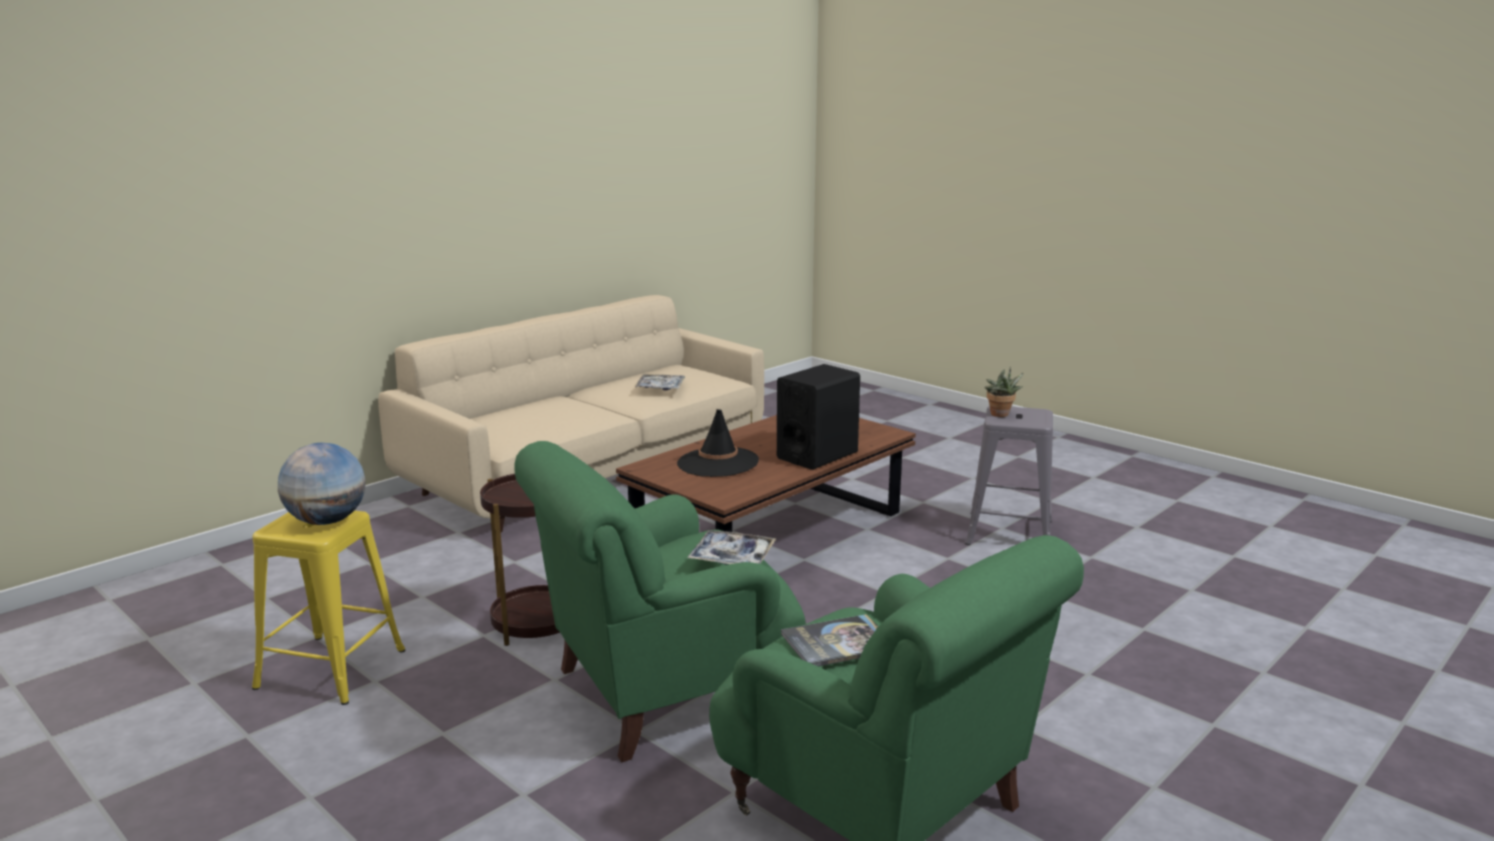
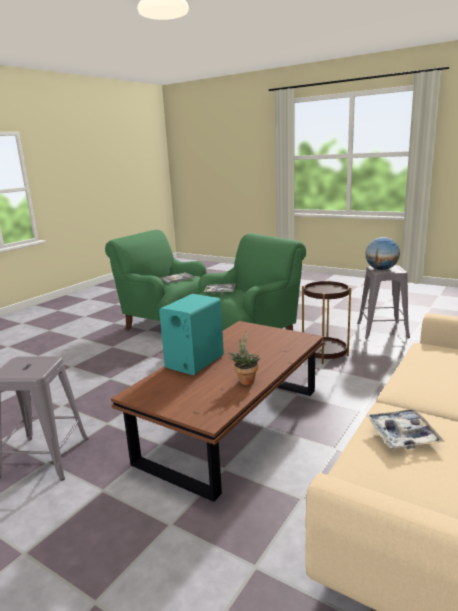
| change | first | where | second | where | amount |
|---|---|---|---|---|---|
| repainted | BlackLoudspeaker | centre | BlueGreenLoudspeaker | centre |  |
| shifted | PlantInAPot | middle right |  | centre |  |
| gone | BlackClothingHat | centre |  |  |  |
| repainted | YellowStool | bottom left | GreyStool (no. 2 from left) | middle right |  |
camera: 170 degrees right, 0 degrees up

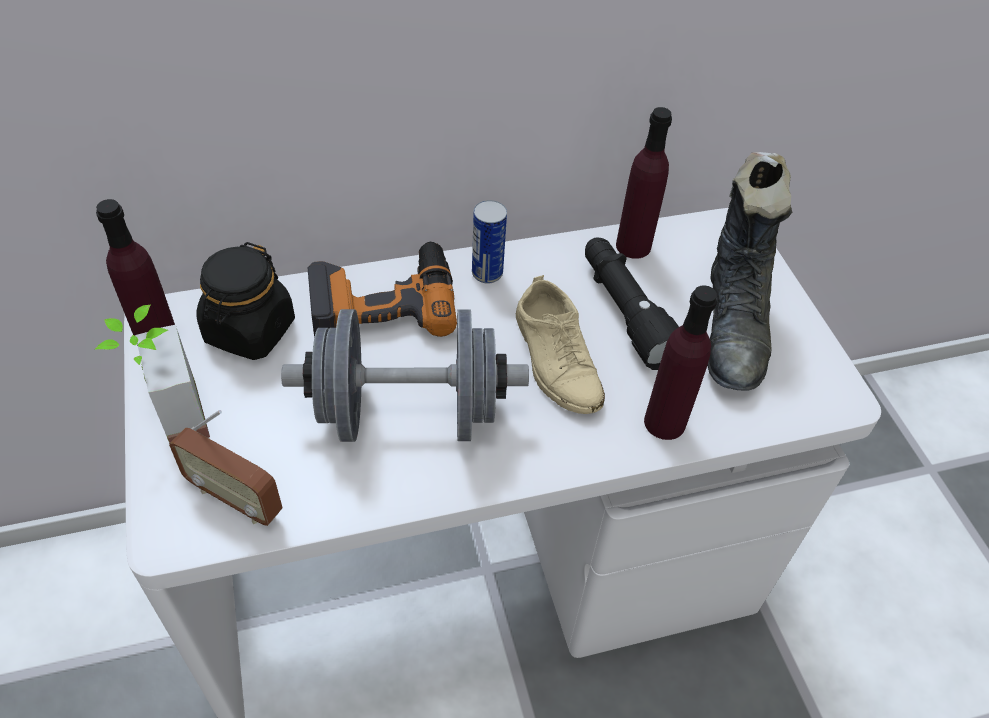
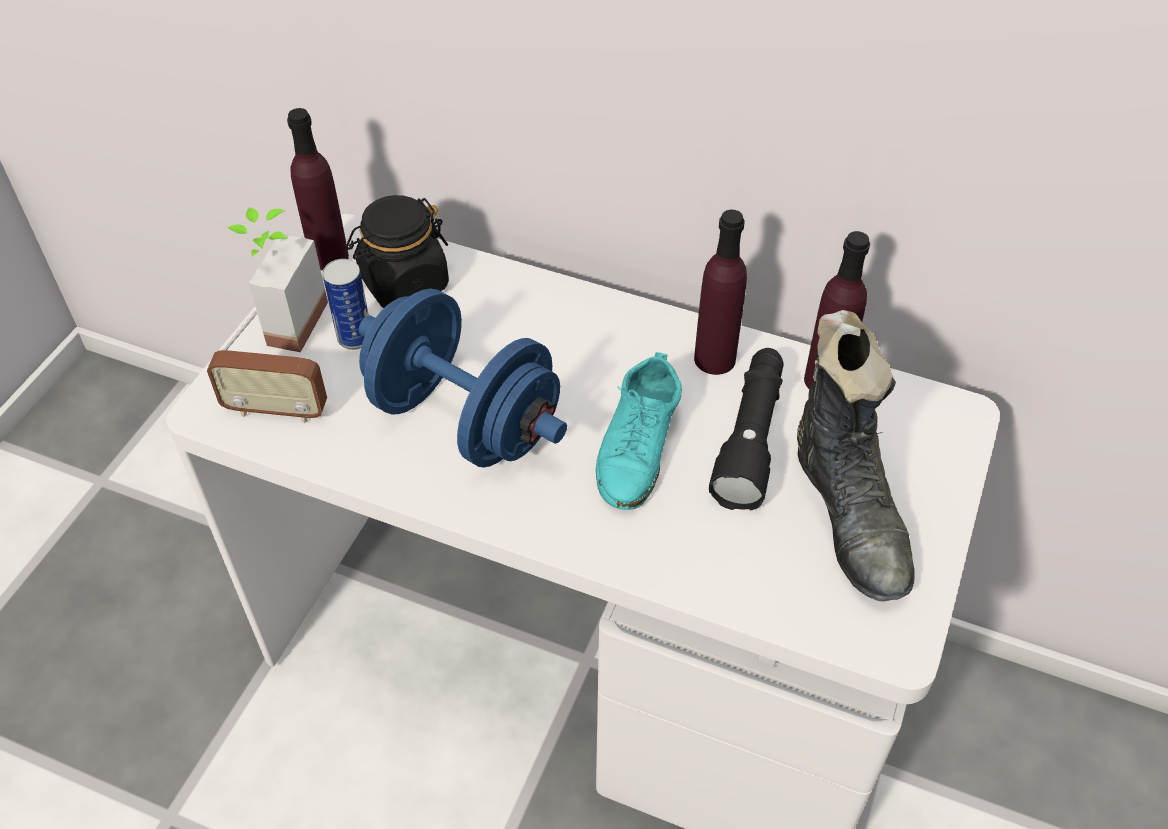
| change | first | where | second | where | amount |
|---|---|---|---|---|---|
| rotated | BlackTallBoot | middle right |  | middle right | 60 degrees counterclockwise |
| shifted | MetalCan | centre |  | middle left |  |
| gone | ElectricDrill | centre |  |  |  |
| repainted | BeigeItemOfFootwear | centre | BlueGreenItemOfFootwear | centre |  |
| shifted | PurpleDrinkBottle (no. 3 from left in the first image) | middle right | PurpleDrinkBottle (no. 2 from left) | centre |  |
| repainted | GreyHandWeight | centre | BluishHandWeight | centre |  |
| rotated | RadioReceiver | middle left |  | middle left | 60 degrees counterclockwise |
camera: 40 degrees right, 0 degrees up

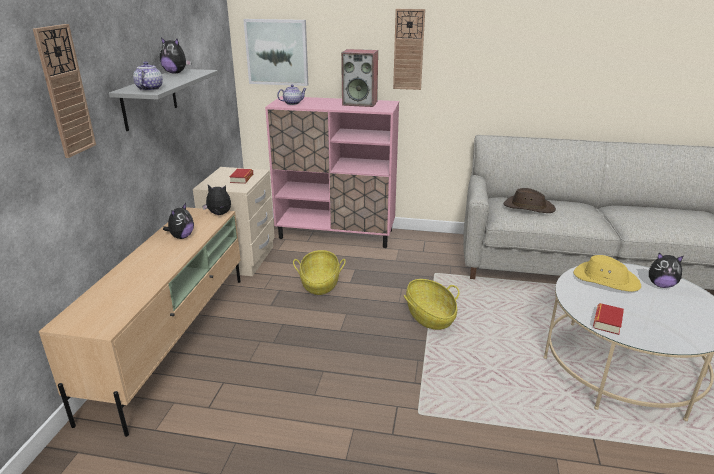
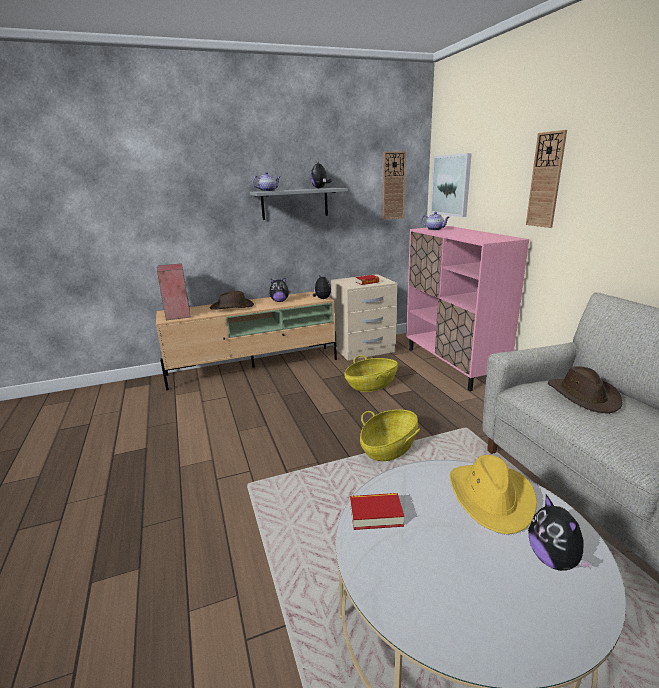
| change | first | where | second | where | amount |
|---|---|---|---|---|---|
| shifted | HangingClock (no. 1 from left) | top left |  | top centre |  |
| shifted | Loudspeaker | top centre |  | middle left |  |
| new |  |  | BrownishClothingHat (no. 1 from left) | centre |  |
camera: 60 degrees right, 5 degrees down

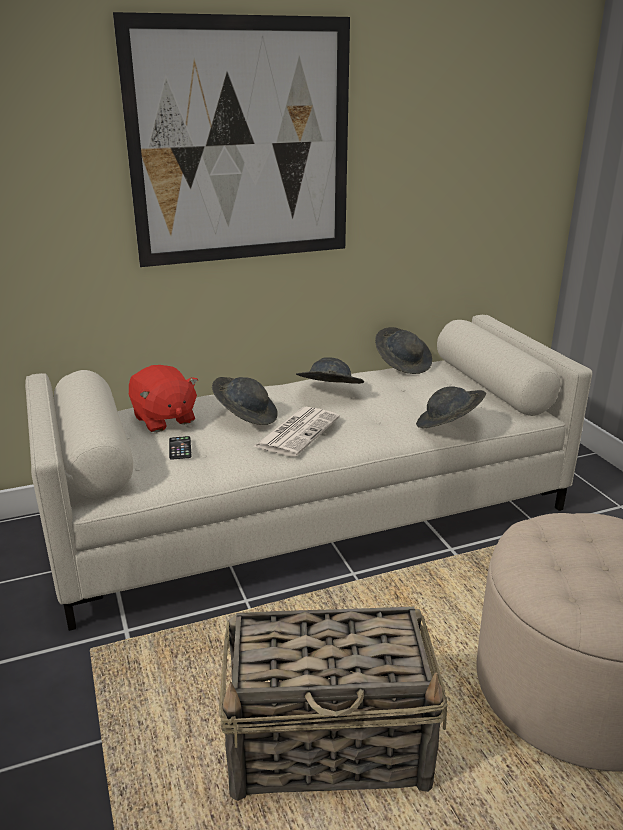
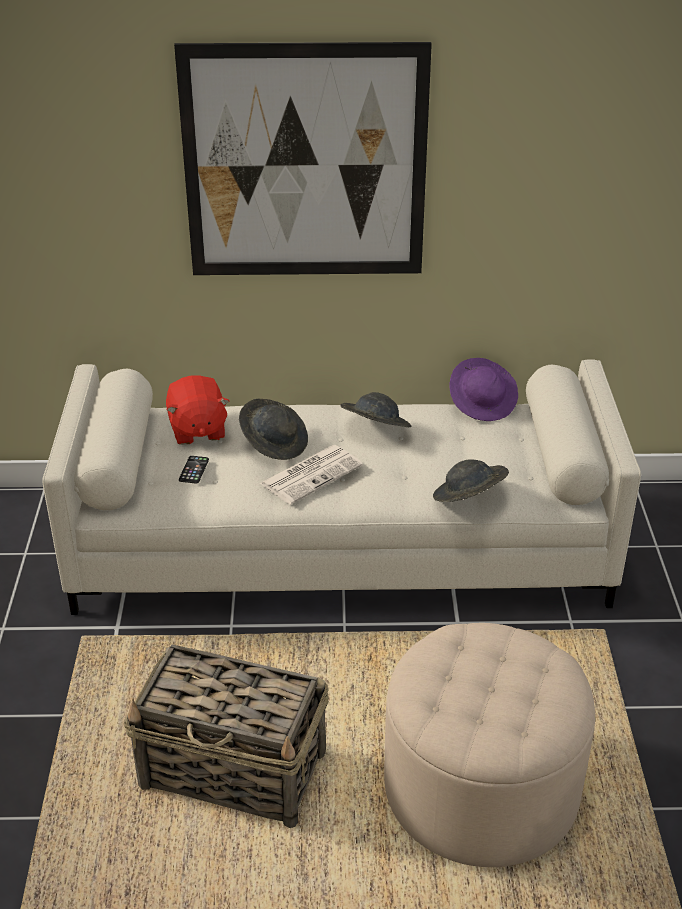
| change | first | where | second | where | amount |
|---|---|---|---|---|---|
| repainted | GreyClothingHat (no. 3 from left) | centre | PurpleClothingHat | middle right |  |
camera: 20 degrees right, 10 degrees up

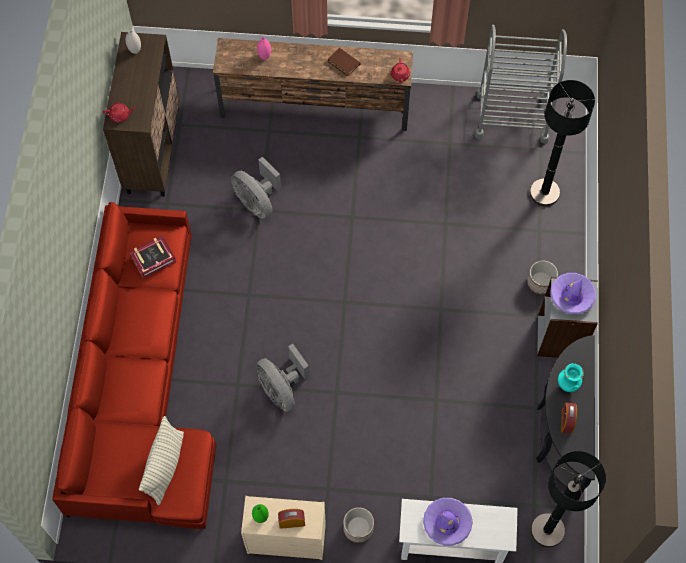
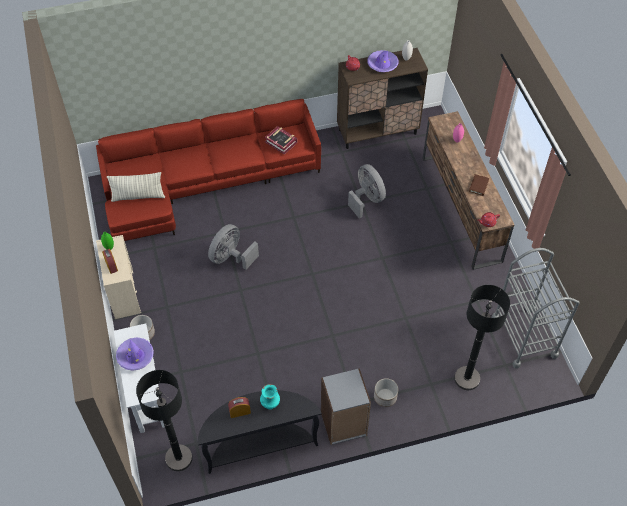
| change | first | where | second | where | amount |
|---|---|---|---|---|---|
| rotated | GreyElectricFan (no. 1 from left in the first image) | centre | GreyElectricFan (no. 2 from left) | centre | 120 degrees clockwise |
| shifted | PurpleClothingHat (no. 2 from left) | middle right |  | top centre |  |
camera: 70 degrees right, 10 degrees down

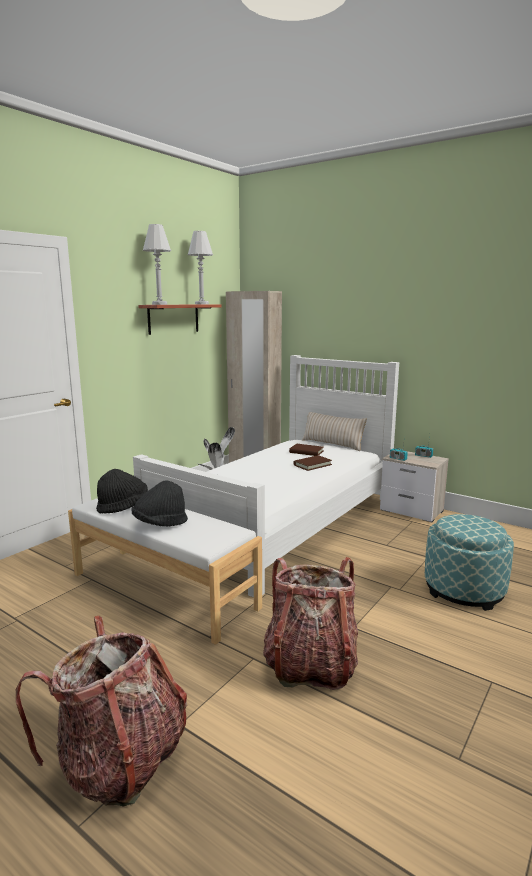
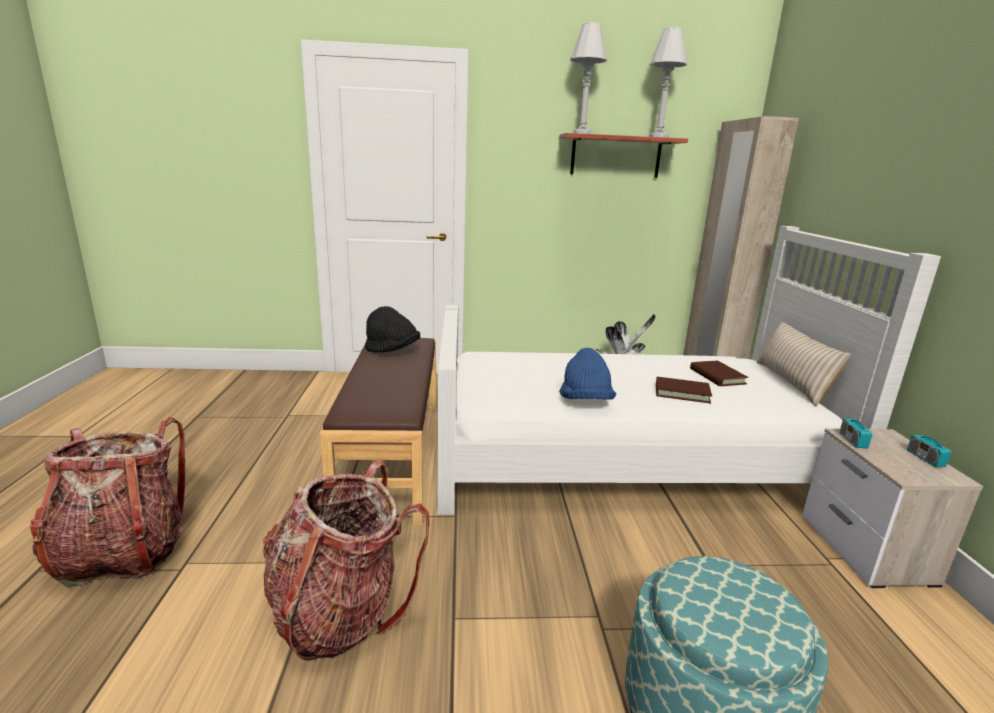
| change | first | where | second | where | amount |
|---|---|---|---|---|---|
| gone | BlackClothingHat (no. 2 from left) | middle left |  |  |  |
| repainted | WhitishLongSeat | middle left | BrownishLongSeat | centre |  |
| new |  |  | BluishClothingHat | centre |  |
camera: 50 degrees right, 5 degrees up

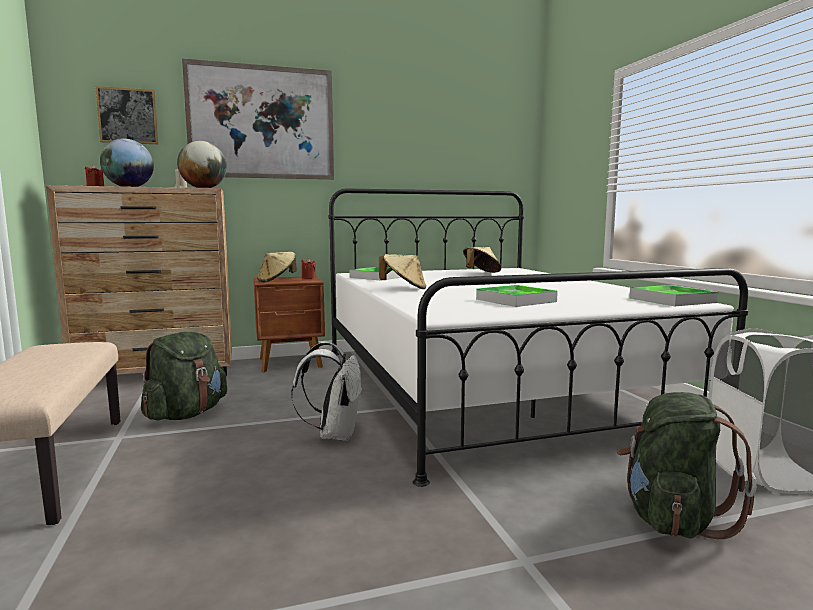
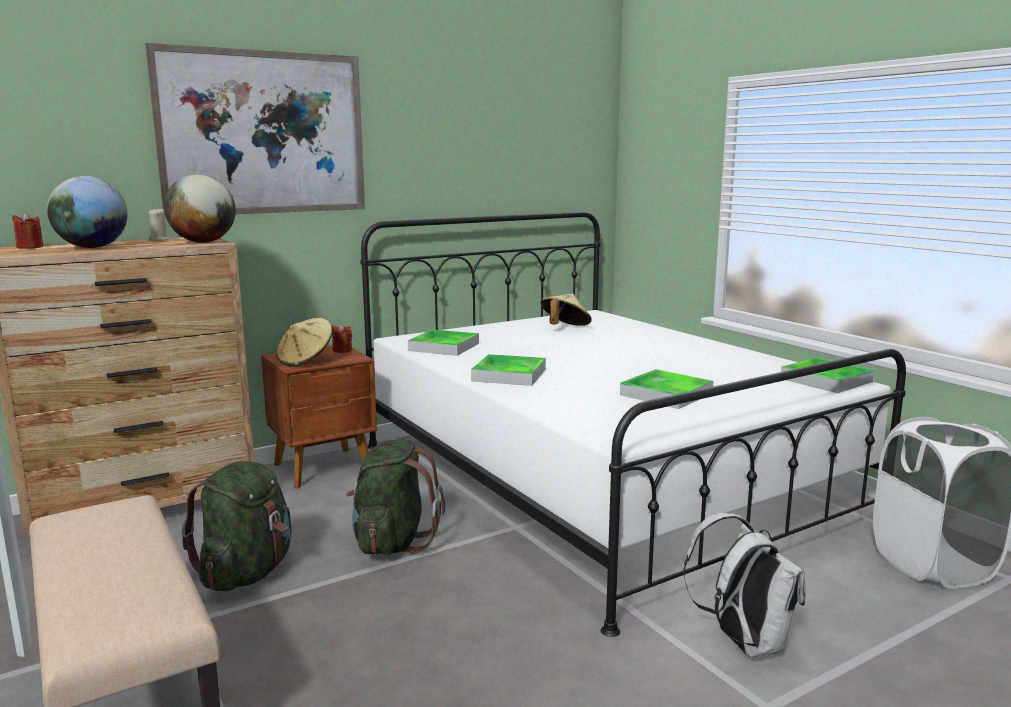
| change | first | where | second | where | amount |
|---|---|---|---|---|---|
| gone | Picture (no. 1 from left) | top left |  |  |  |
| swapped | BeigeClothingHat (no. 2 from left) | centre | ServingTray (no. 2 from left) | centre |  |
| shifted | WhitishBackpack | centre |  | bottom right |  |
| shifted | GreenBackpack (no. 2 from left) | bottom right |  | bottom centre |  |
camera: 15 degrees left, 5 degrees up

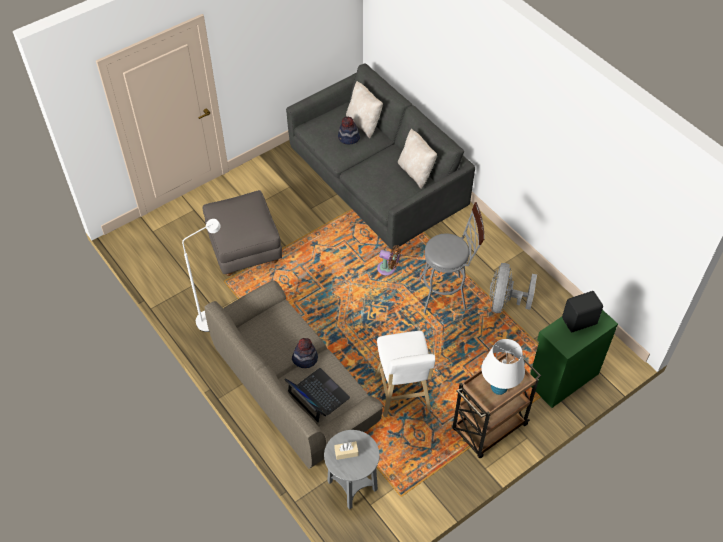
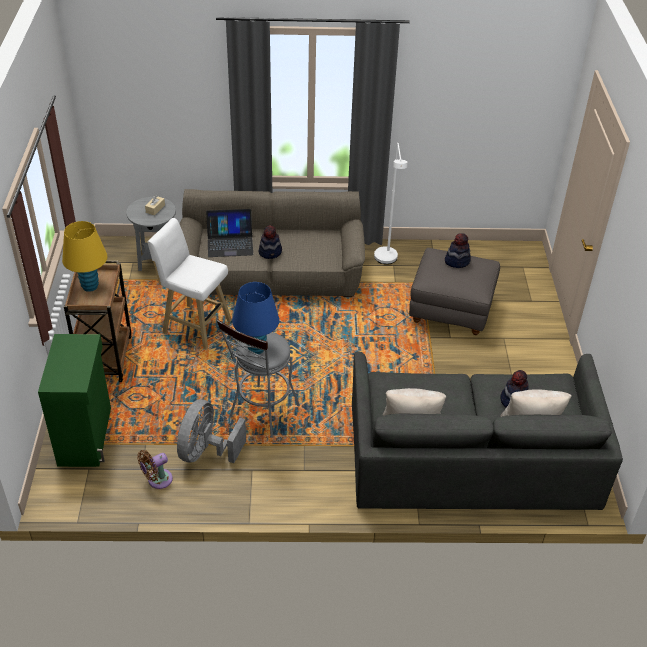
| change | first | where | second | where | amount |
|---|---|---|---|---|---|
| shifted | BrownishElectricFan | centre |  | bottom left |  |
| rotated | GreyElectricFan | middle right |  | middle left | 120 degrees counterclockwise |
| gone | BlackLoudspeaker | middle right |  |  |  |
| repainted | WhitishTableLamp | bottom right | YellowTableLamp | middle left |  |
| new |  |  | ClothingHat (no. 2 from left) | middle right |  |
| new |  |  | BluishTableLamp | centre |  |
camera: 125 degrees right, 10 degrees down

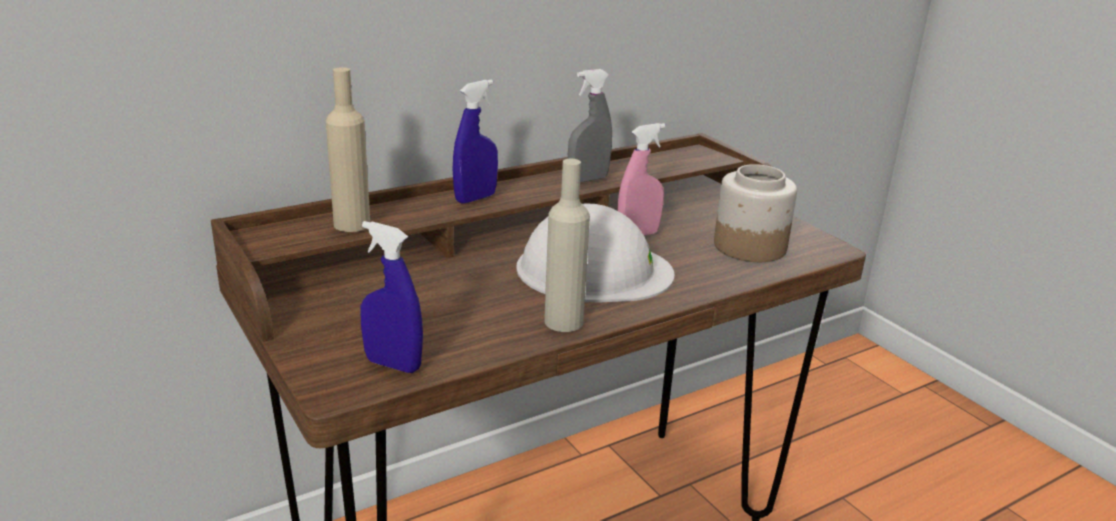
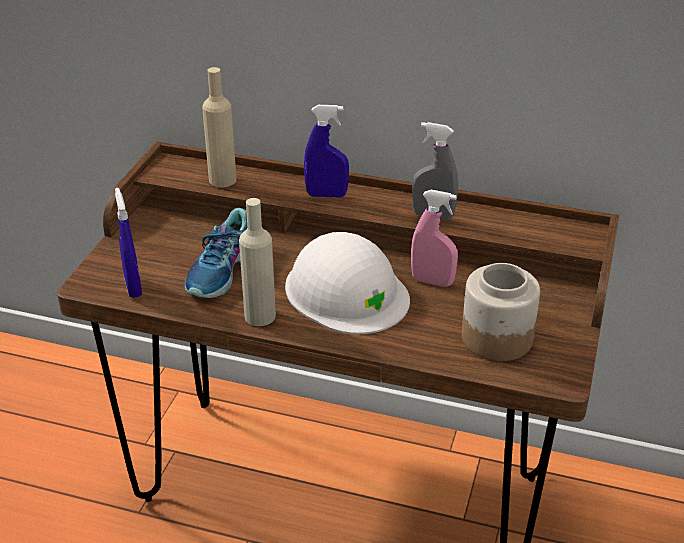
| change | first | where | second | where | amount |
|---|---|---|---|---|---|
| new |  |  | ItemOfFootwear | middle left |  |
camera: 50 degrees right, 10 degrees up

